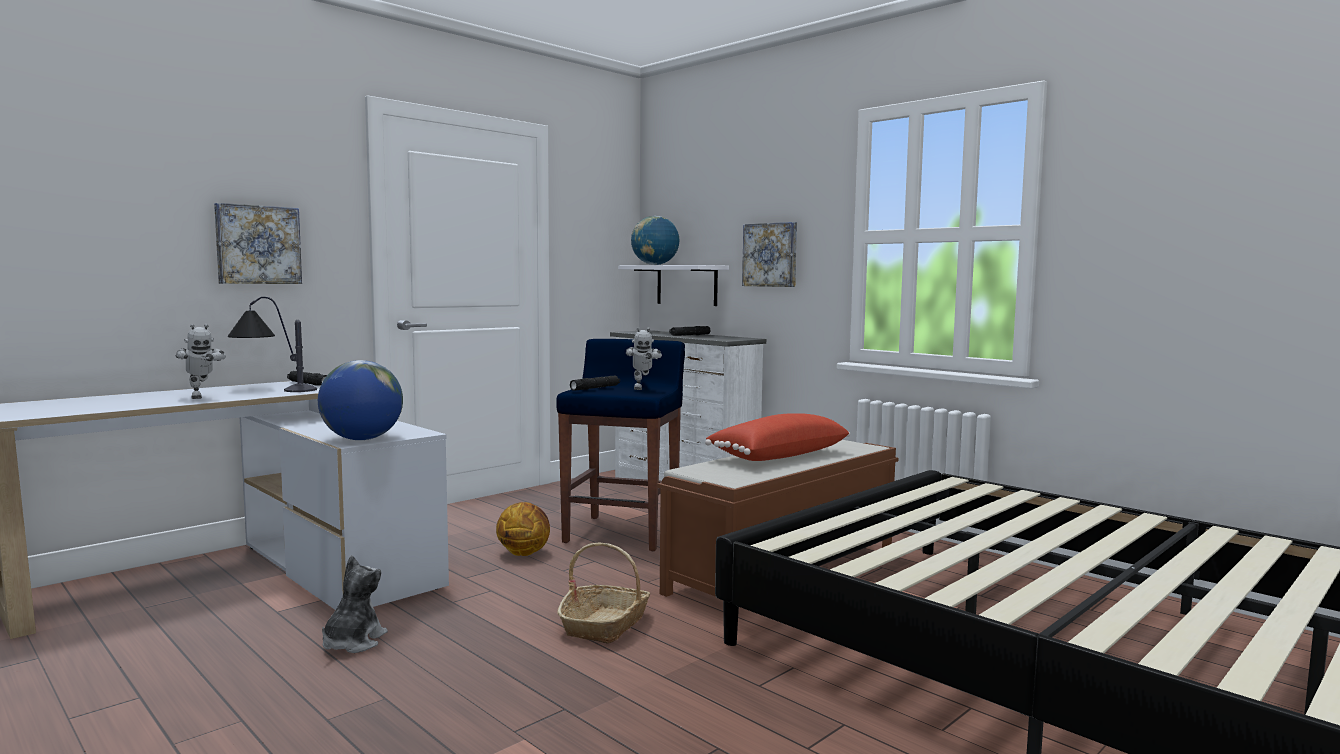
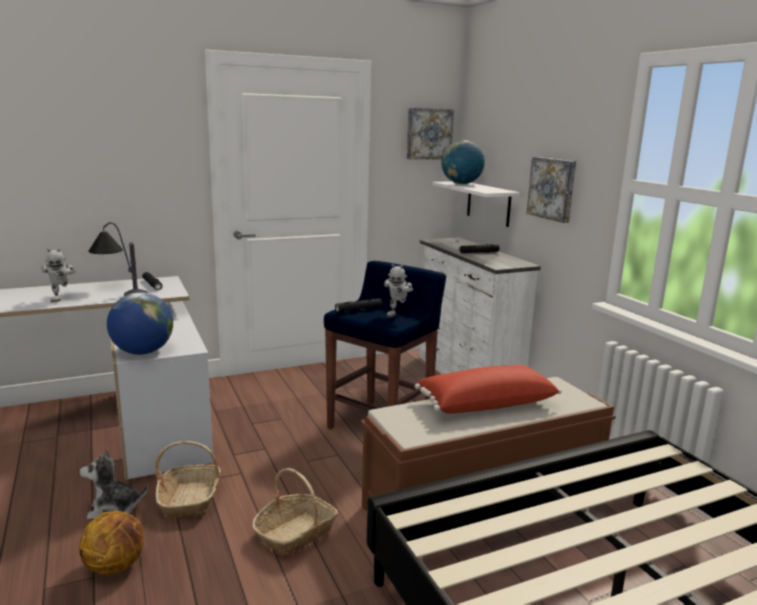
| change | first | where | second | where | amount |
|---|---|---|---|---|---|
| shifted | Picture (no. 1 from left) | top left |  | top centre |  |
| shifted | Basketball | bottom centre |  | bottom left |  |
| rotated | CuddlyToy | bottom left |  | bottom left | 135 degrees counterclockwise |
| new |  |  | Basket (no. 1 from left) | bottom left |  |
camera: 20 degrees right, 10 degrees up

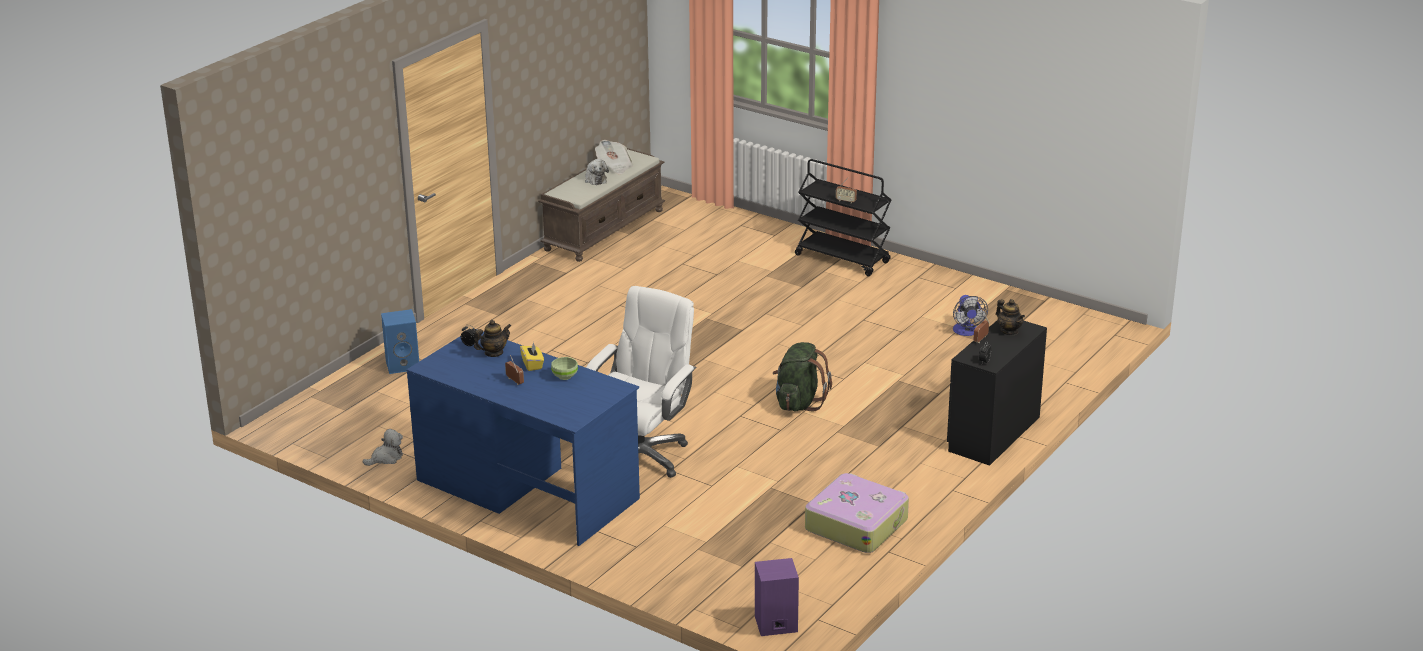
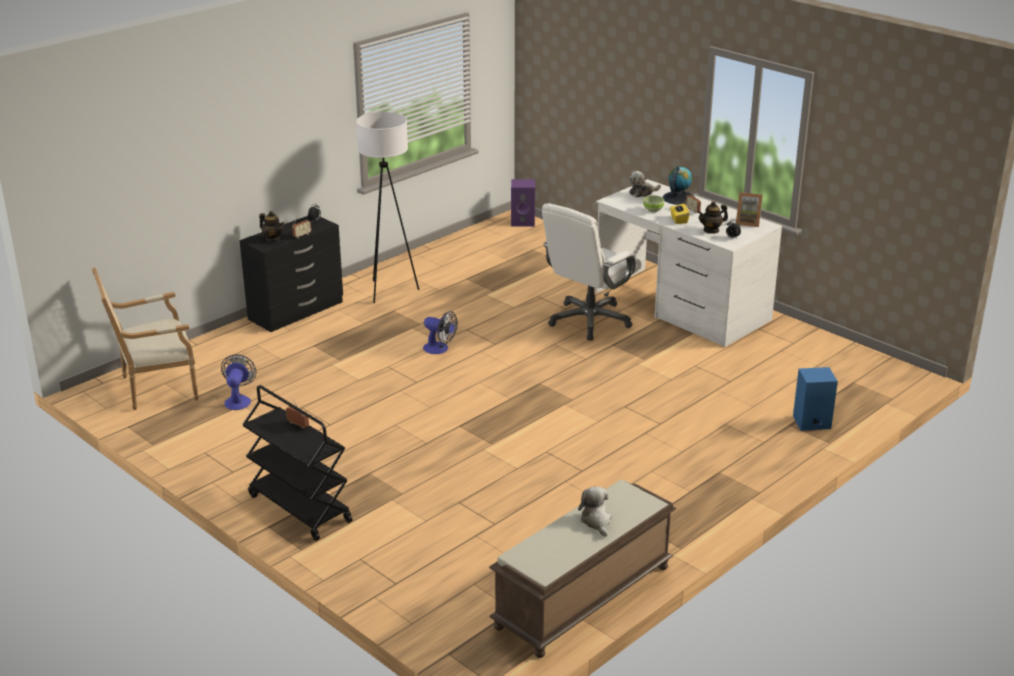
| change | first | where | second | where | amount |
|---|---|---|---|---|---|
| gone | DailyPaper | top centre |  |  |  |
| rotated | Teapot (no. 2 from left in the first image) | middle right | Teapot (no. 1 from left) | middle left | 150 degrees clockwise |
| repainted | BluishDesk | bottom centre | WhitishDesk | middle right |  |
| swapped | GreenBackpack | centre | ElectricFan (no. 2 from left) | centre |  |
| shifted | CuddlyToy (no. 1 from left in the first image) | bottom left | CuddlyToy (no. 2 from left) | top centre |  |
| gone | Suitcase | bottom centre |  |  |  |
| new |  |  | WhitishStandardLamp | top centre |  |
| new |  |  | Globe | top right |  |
| new |  |  | PictureFrame | top right |  |
| new |  |  | LoungeChair | middle left |  |
camera: 170 degrees left, 0 degrees up

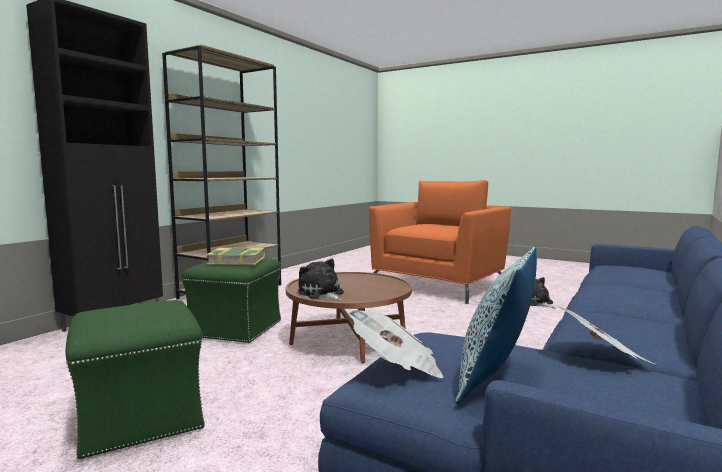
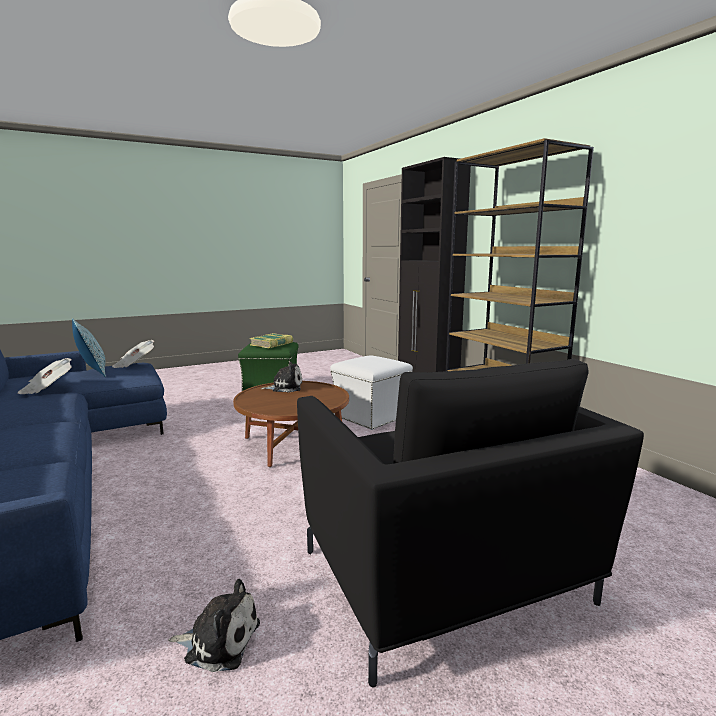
| change | first | where | second | where | amount |
|---|---|---|---|---|---|
| repainted | OrangeyLoungeChair | centre | BlackLoungeChair | bottom centre |  |
| shifted | BoundBook | middle left |  | centre |  |
| repainted | GreenFootrest (no. 2 from left) | middle left | WhitishFootrest | centre |  |
camera: 120 degrees right, 5 degrees up

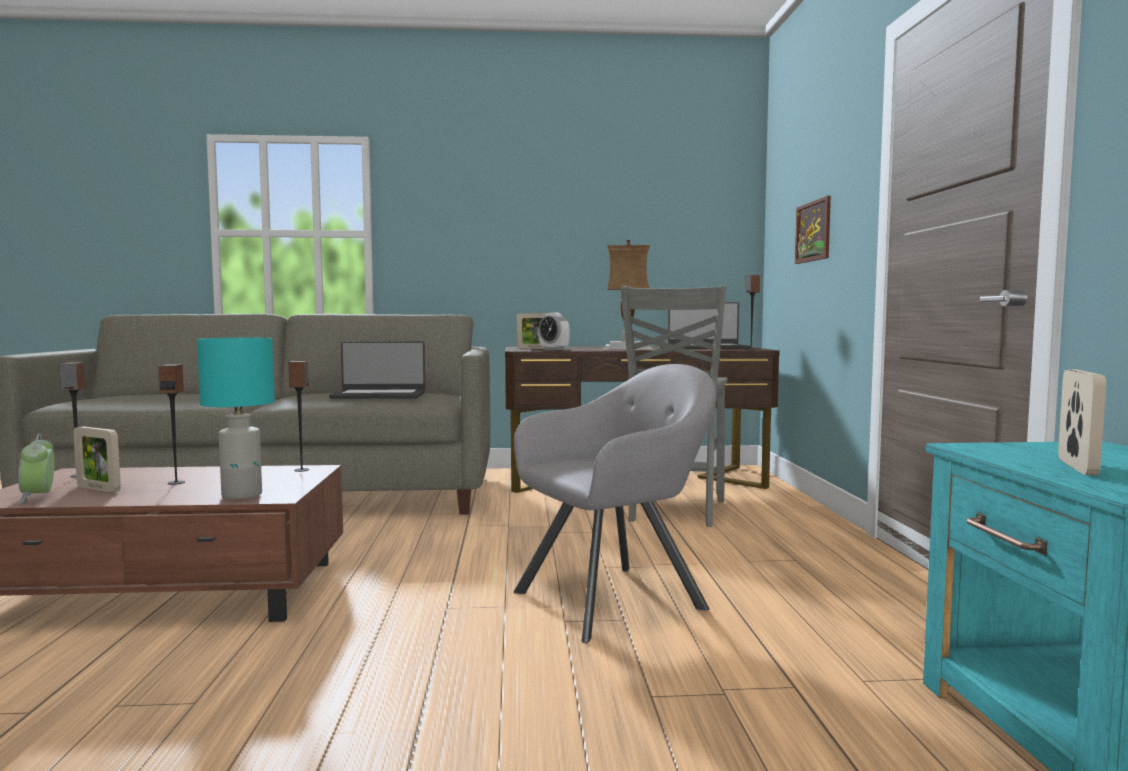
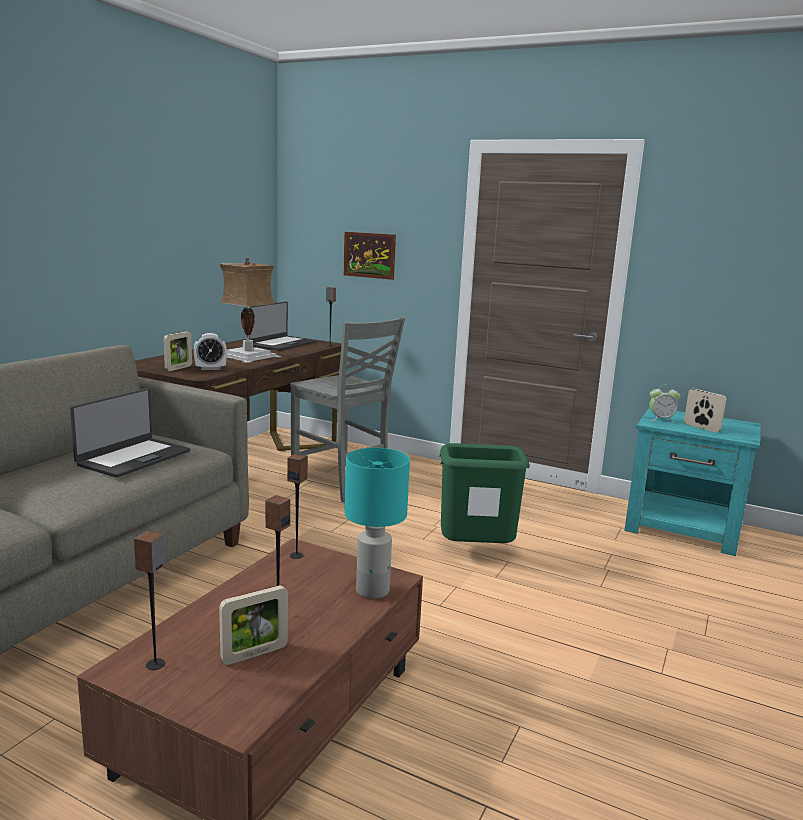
| change | first | where | second | where | amount |
|---|---|---|---|---|---|
| swapped | GreyLoungeChair | centre | GreenTrashCan | centre |  |
| shifted | TableClock (no. 1 from left in the first image) | middle left | TableClock (no. 2 from left) | middle right |  |
camera: 60 degrees left, 10 degrees up

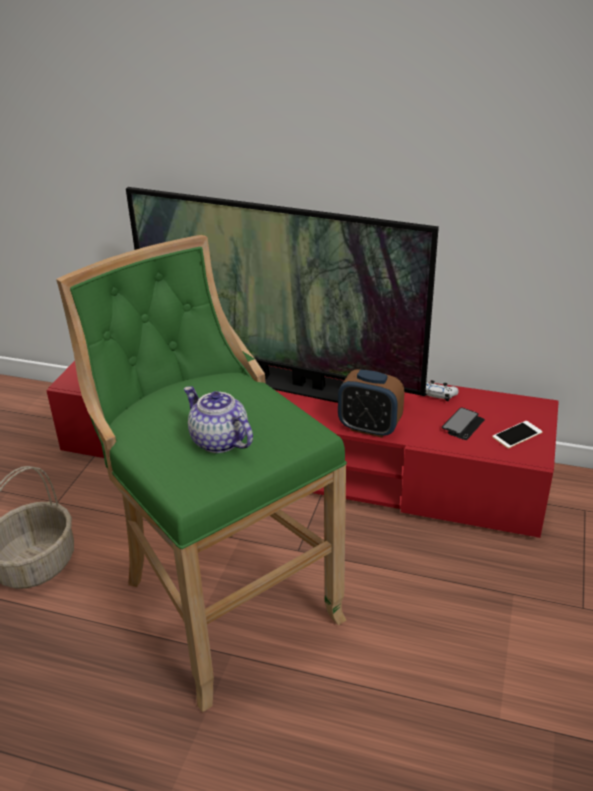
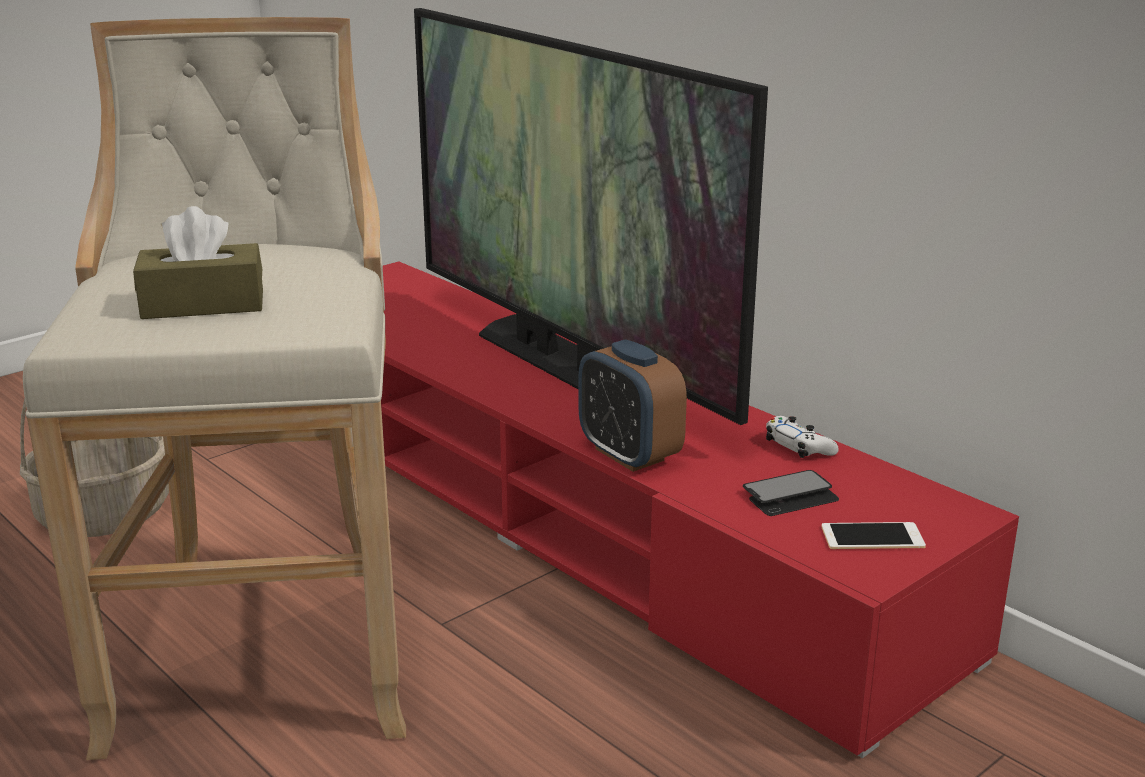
| change | first | where | second | where | amount |
|---|---|---|---|---|---|
| repainted | GreenStool | centre | BeigeStool | middle left |  |
| swapped | Teapot | centre | BrownishBoxOfTissues | middle left |  |
camera: 30 degrees right, 10 degrees down

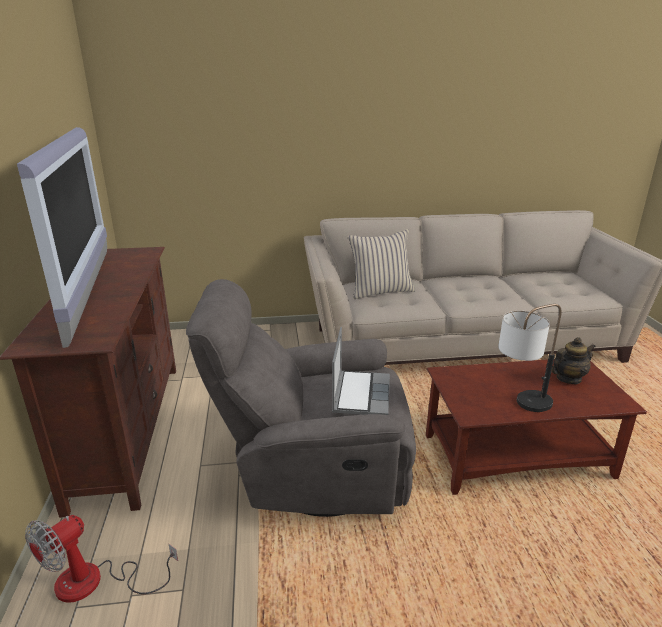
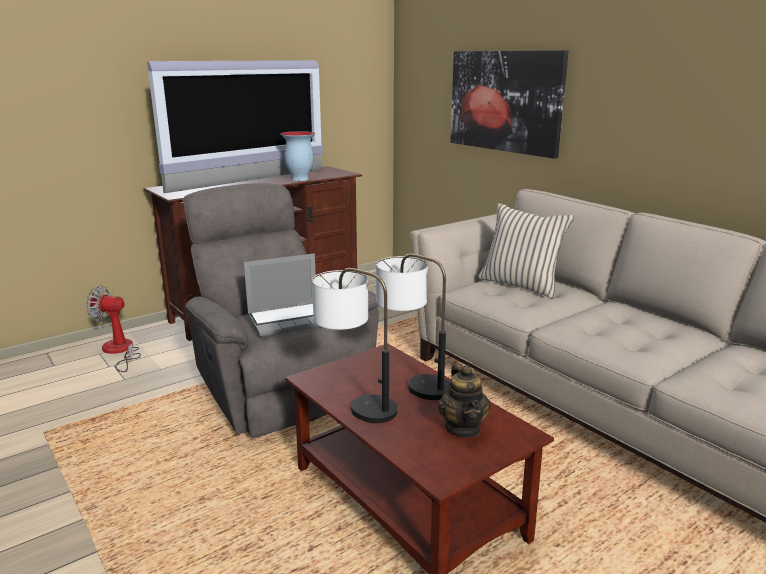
| change | first | where | second | where | amount |
|---|---|---|---|---|---|
| rotated | Teapot | middle right |  | bottom centre | 45 degrees clockwise |
| new |  |  | Picture | top centre |  |
| new |  |  | DecorativeVase | top centre |  |
| new |  |  | TableLamp (no. 2 from left) | centre |  |
camera: 60 degrees right, 5 degrees down

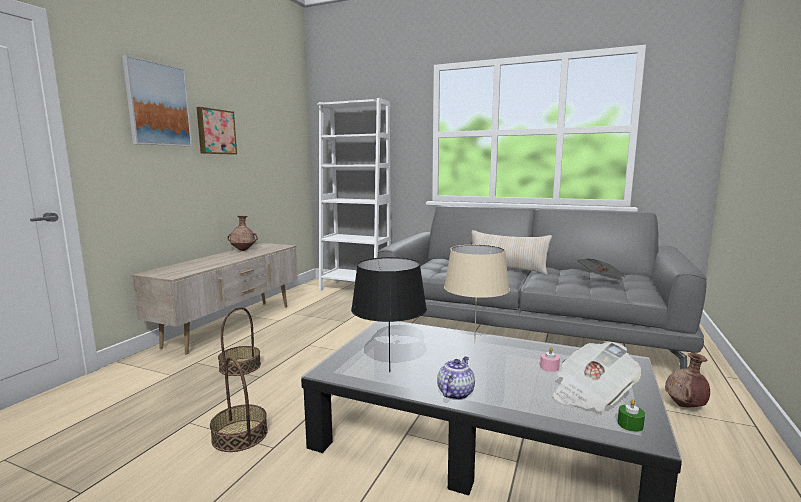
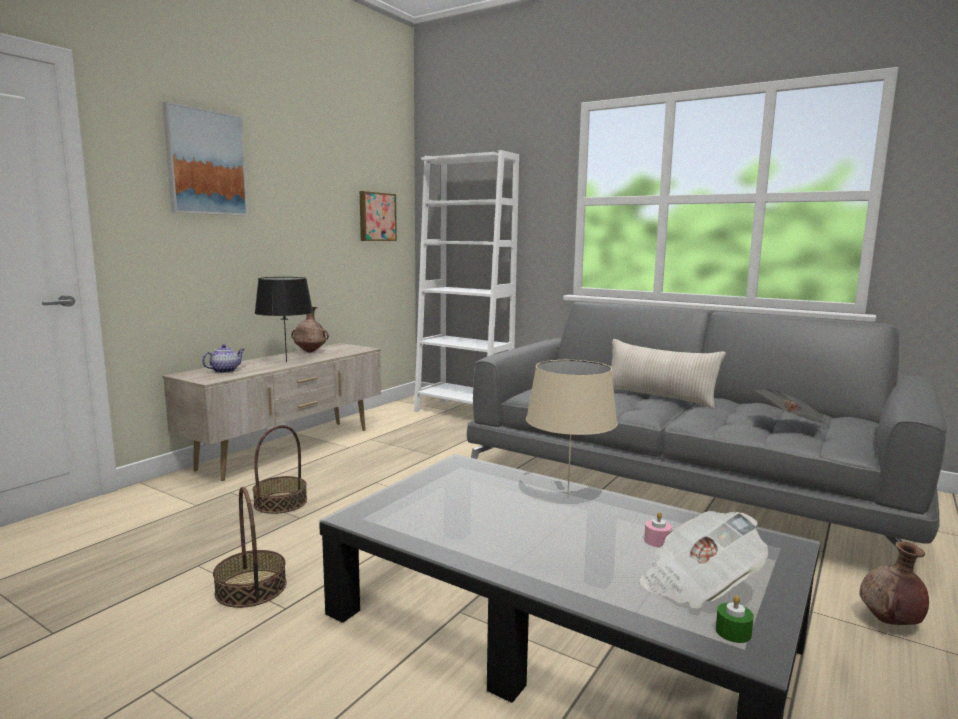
| change | first | where | second | where | amount |
|---|---|---|---|---|---|
| shifted | Picture (no. 2 from left) | top left |  | top centre |  |
| shifted | BlackTableLamp | centre |  | middle left |  |
| shifted | Teapot | bottom centre |  | middle left |  |
camera: 10 degrees right, 0 degrees up

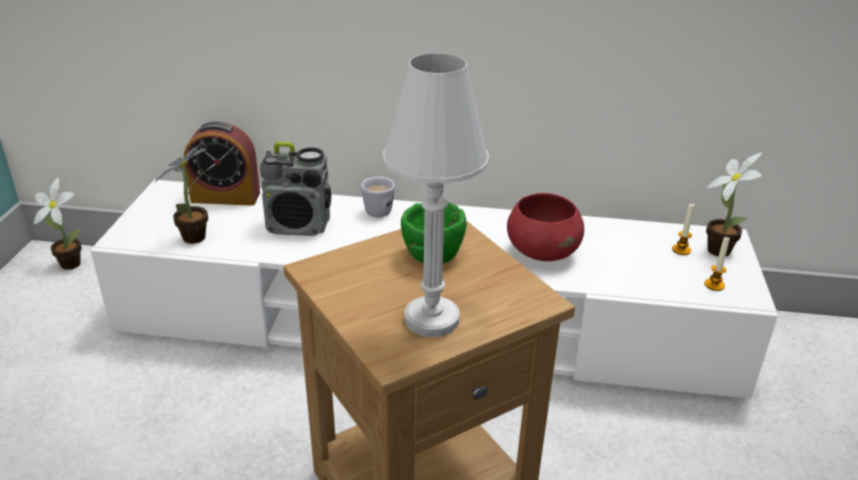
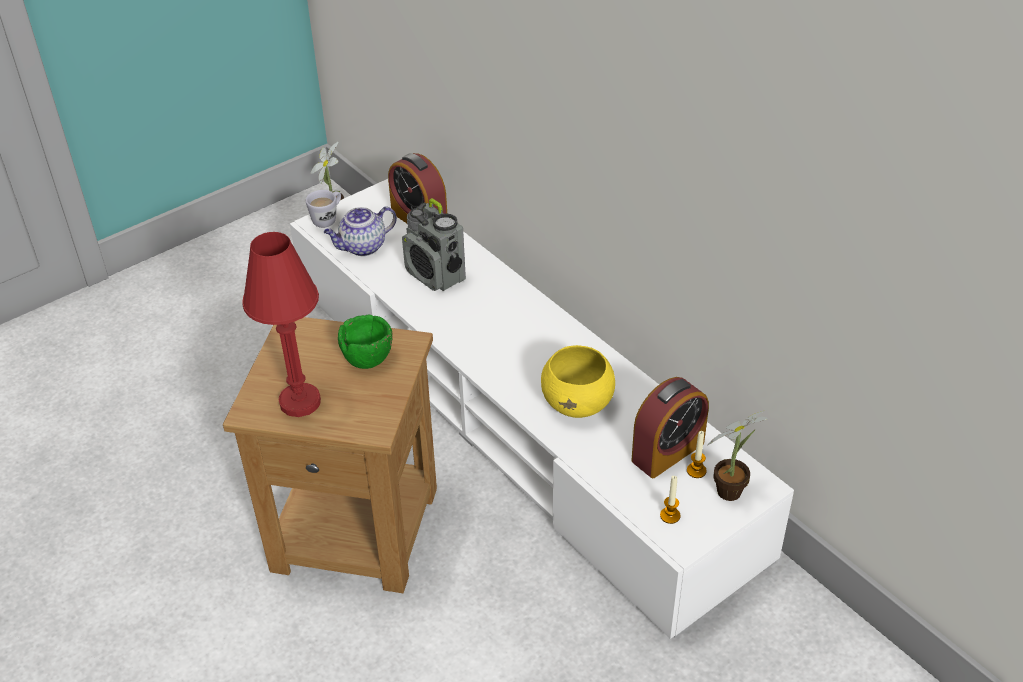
| change | first | where | second | where | amount |
|---|---|---|---|---|---|
| repainted | WhitishTableLamp | centre | ReddishTableLamp | middle left |  |
| swapped | PlantInAPot (no. 2 from left) | middle left | Teapot | centre |  |
| shifted | WhitishMug | centre |  | top left |  |
| repainted | ReddishServingBowl | centre | YellowServingBowl | centre |  |
| new |  |  | TableClock (no. 2 from left) | centre |  |
camera: 45 degrees right, 10 degrees up

